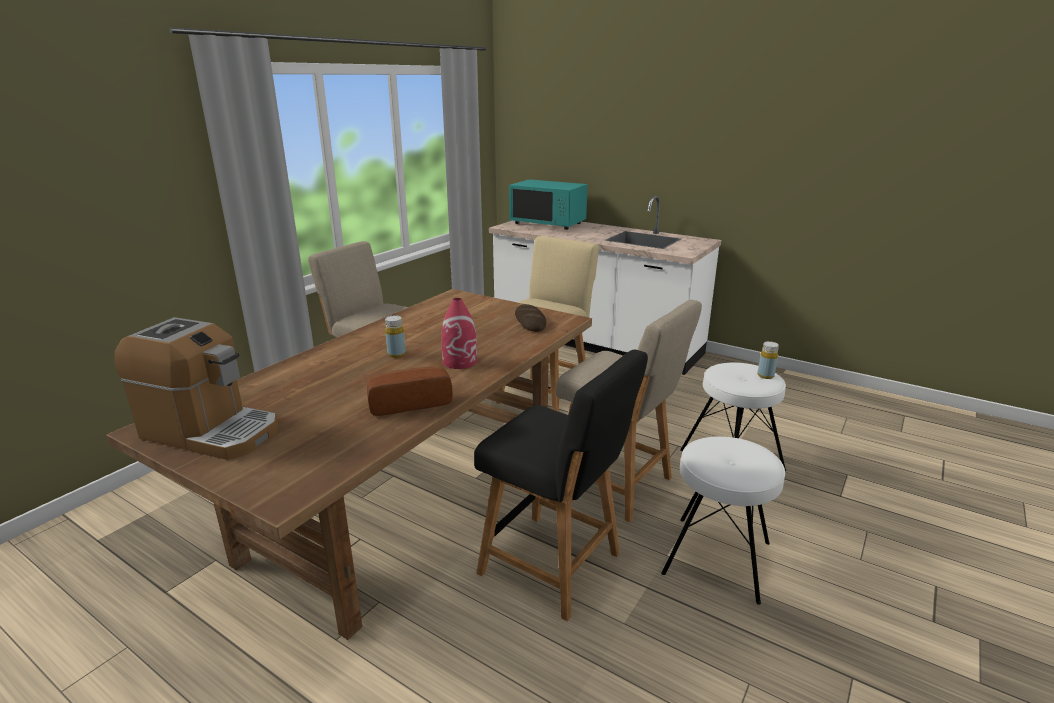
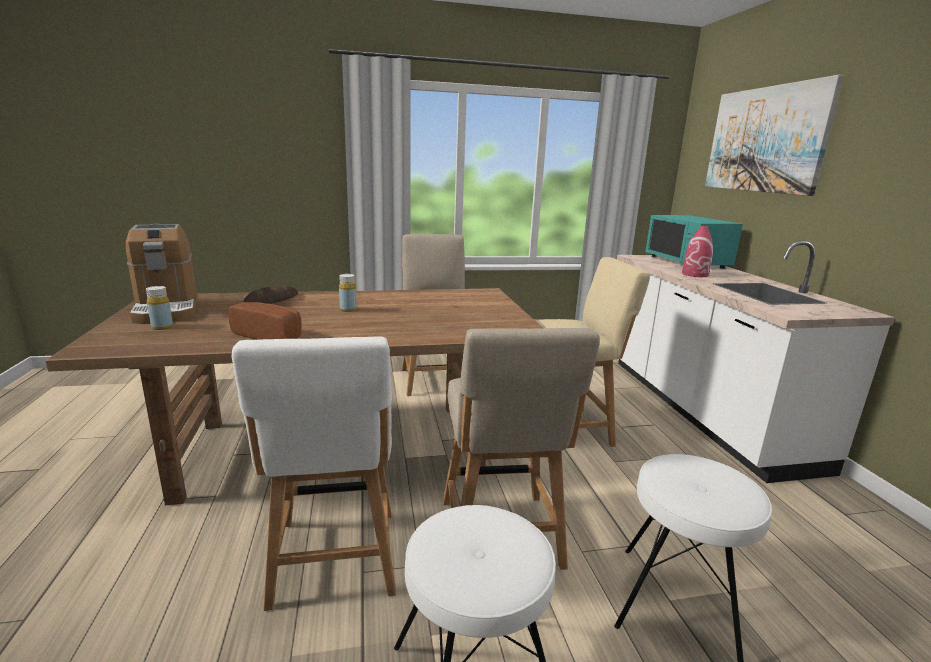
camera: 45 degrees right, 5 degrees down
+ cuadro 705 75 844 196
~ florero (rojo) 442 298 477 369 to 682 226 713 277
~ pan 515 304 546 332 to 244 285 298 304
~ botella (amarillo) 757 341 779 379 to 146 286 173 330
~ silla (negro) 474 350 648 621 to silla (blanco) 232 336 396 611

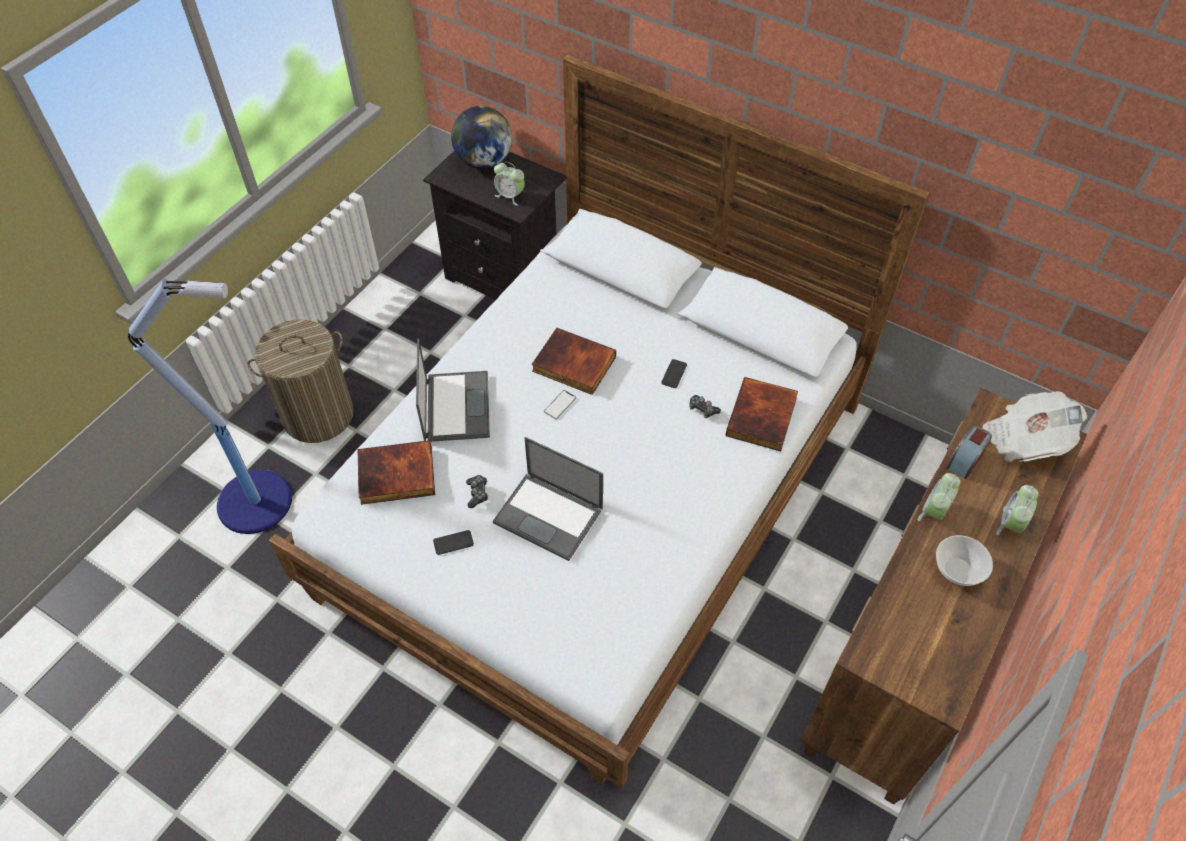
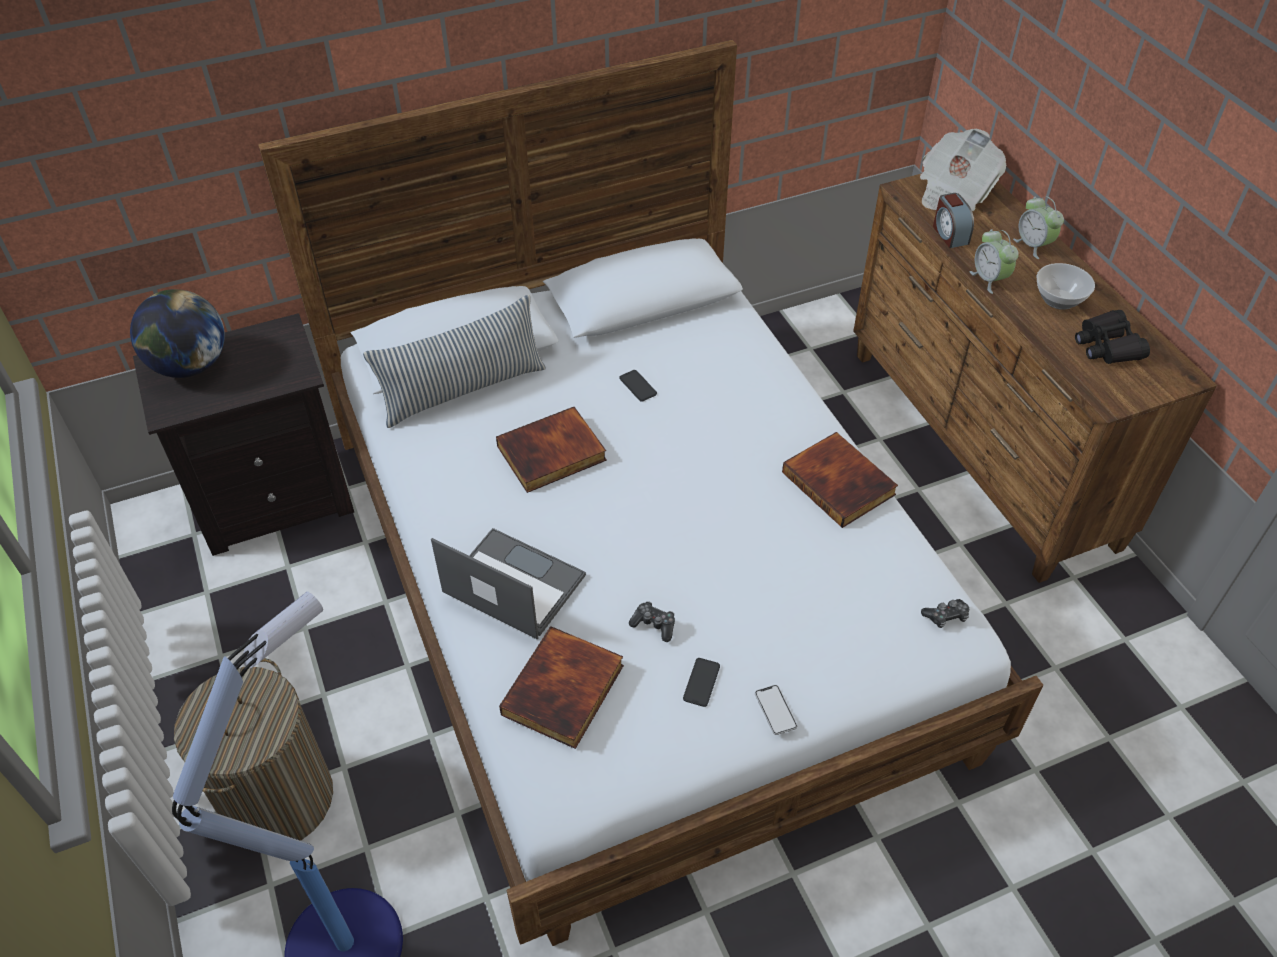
camera: 55 degrees left, 5 degrees down
- portátil 493 437 603 561
- despertador 494 162 525 206
+ cojín 363 295 546 428
+ prismáticos (negro) 1075 310 1150 364
~ móvil 544 390 576 419 to 755 685 797 735
~ mando de consola 689 395 721 418 to 921 599 969 628
~ libro 726 377 798 451 to 782 432 898 528

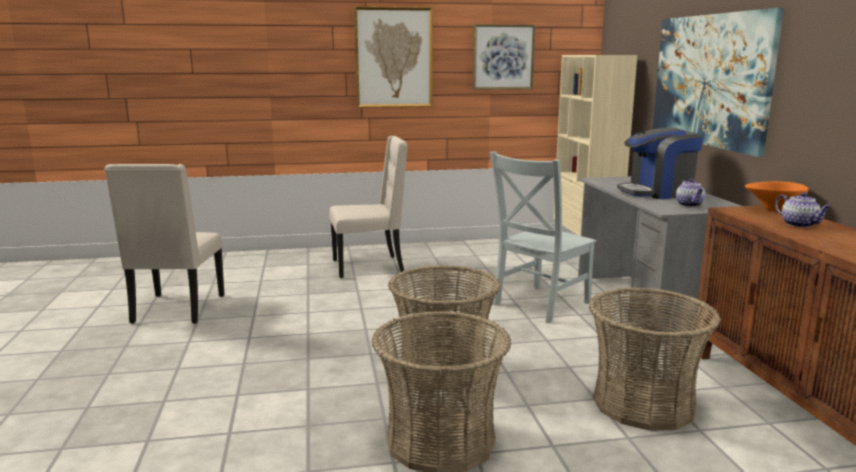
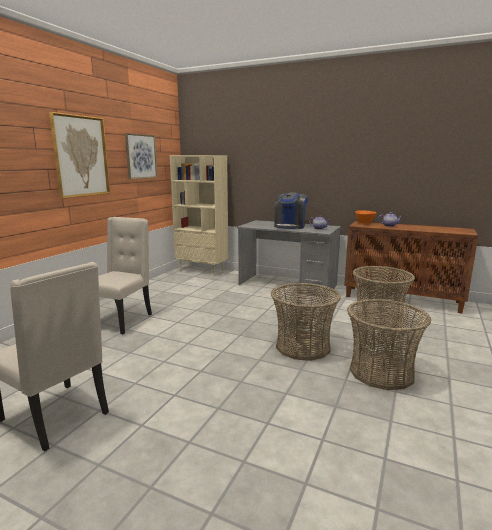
camera: 55 degrees left, 0 degrees up
- silla (gris) 490 152 596 323
- cuadro 653 8 784 157

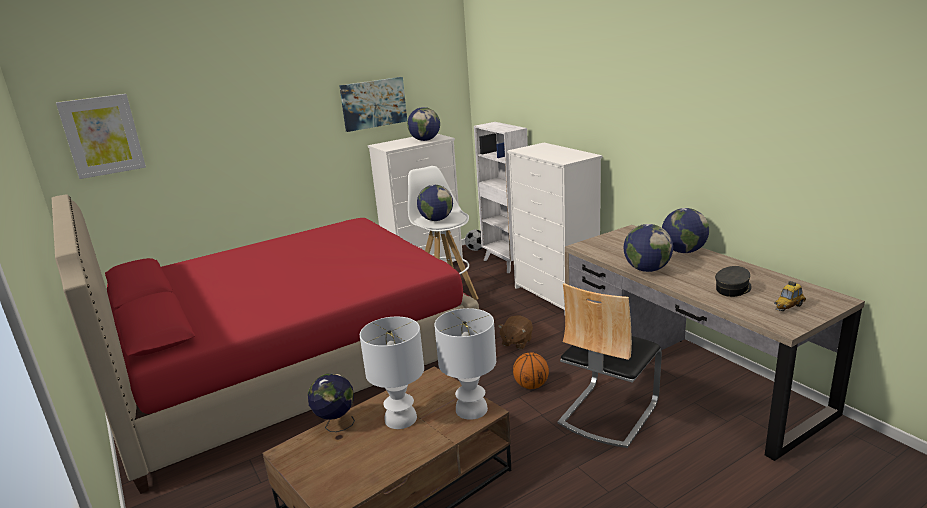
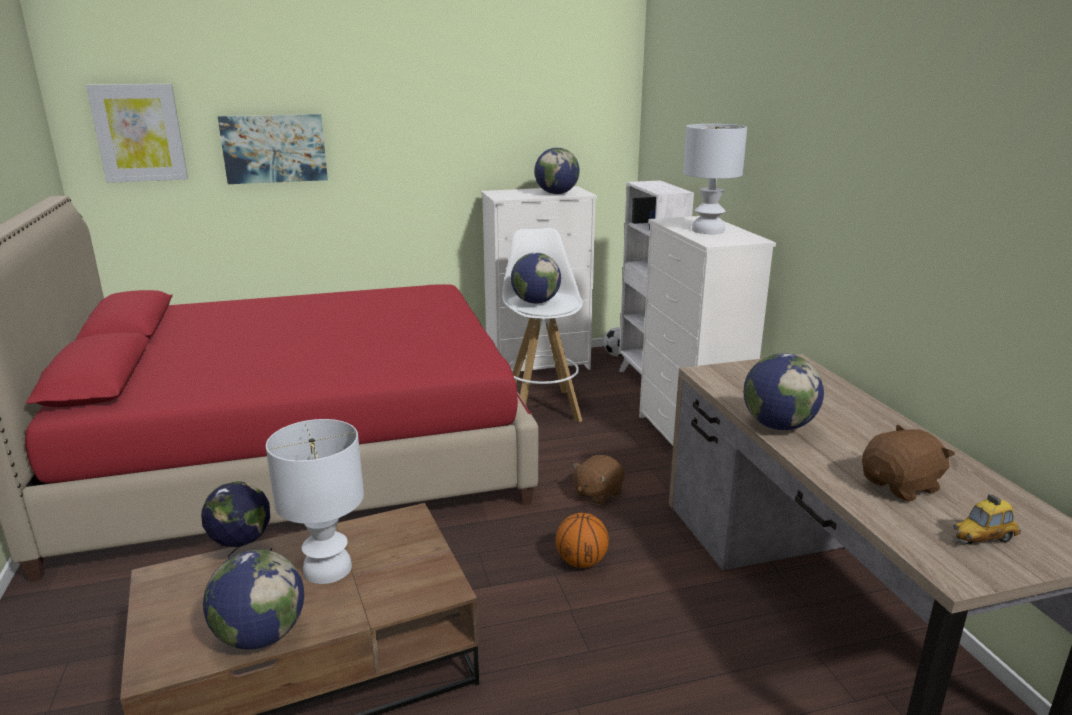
camera: 15 degrees right, 0 degrees up
- silla 558 283 662 448
~ cuadro 339 77 407 132 to 218 114 328 184
~ lámpara de mesa (blanco) 434 308 496 420 to 683 124 747 234
~ globo terráqueo 662 208 709 253 to 203 549 304 649
~ gorra (gris) 715 266 752 297 to peluche (marrón) 862 424 955 502

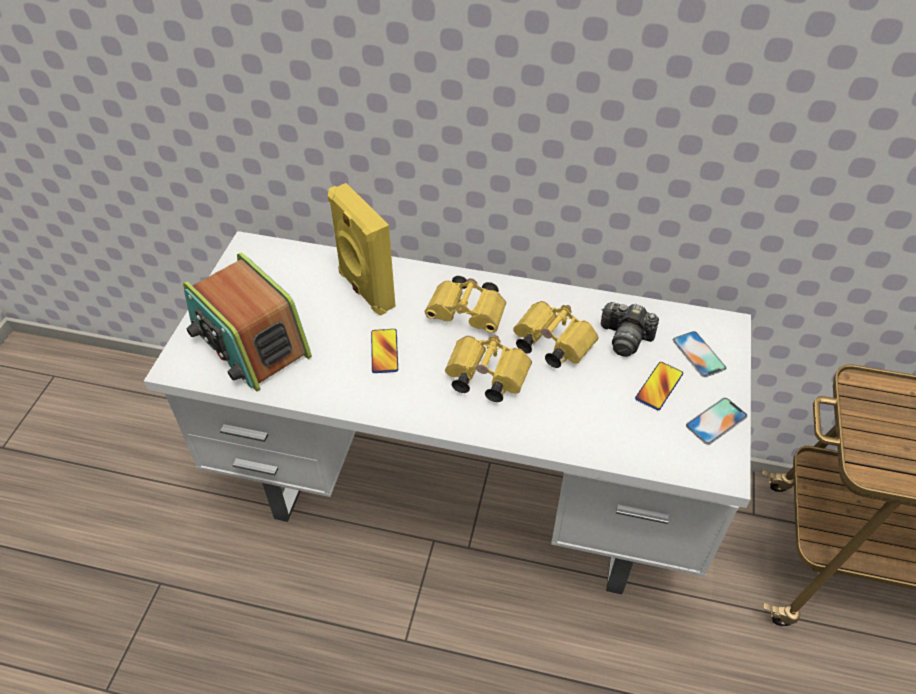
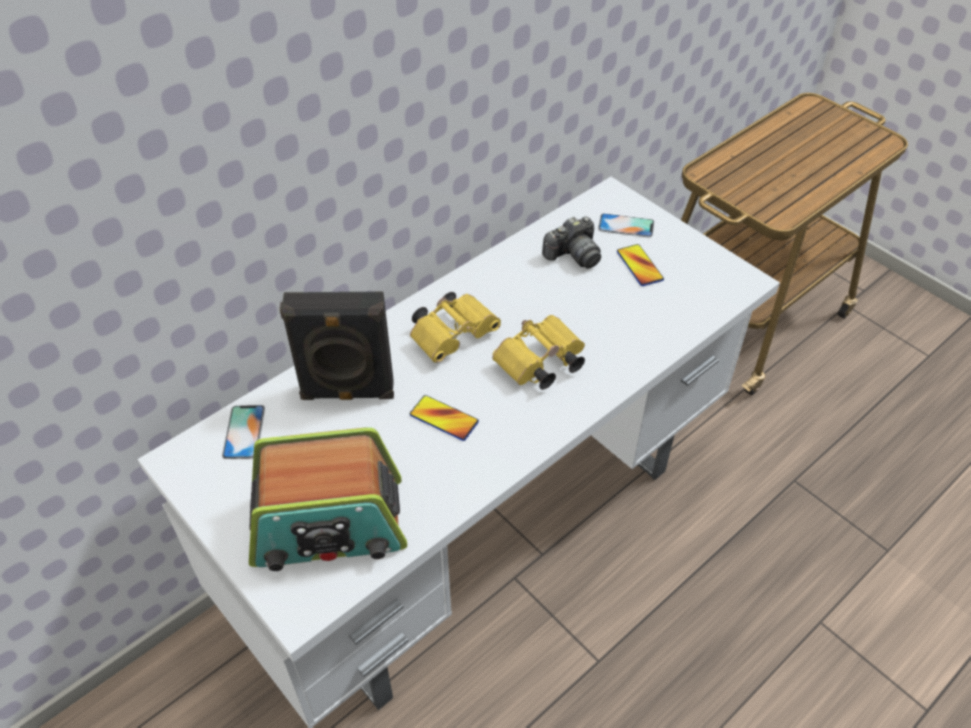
camera: 55 degrees left, 0 degrees up
- prismáticos (amarillo) 513 301 598 368
~ móvil 686 398 748 445 to 222 405 265 459
~ altavoz (amarillo) 328 183 396 316 to altavoz (negro) 279 291 394 400

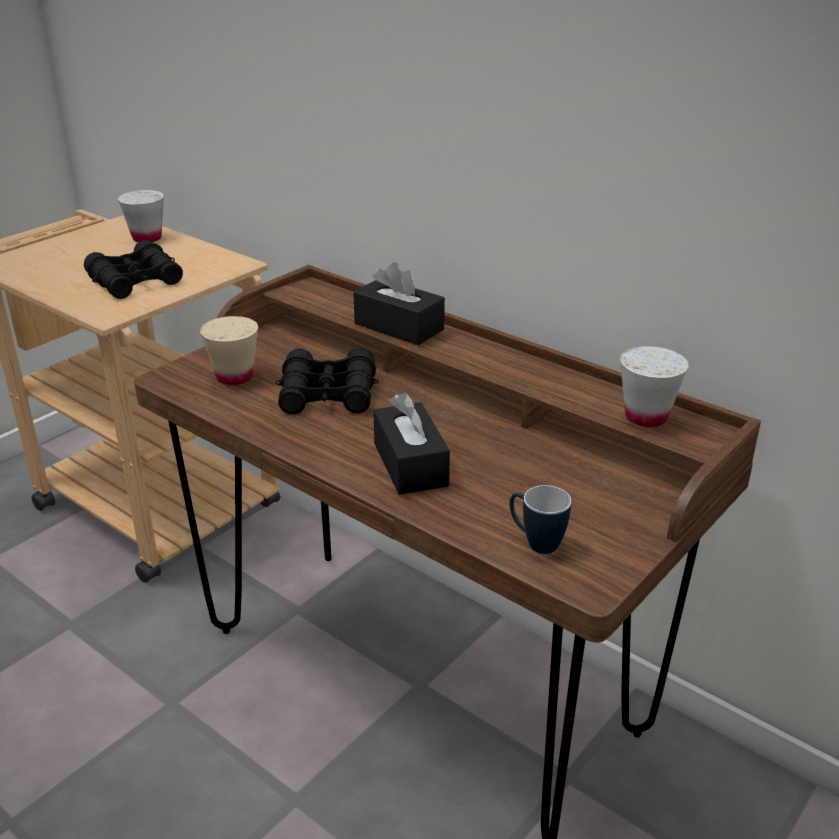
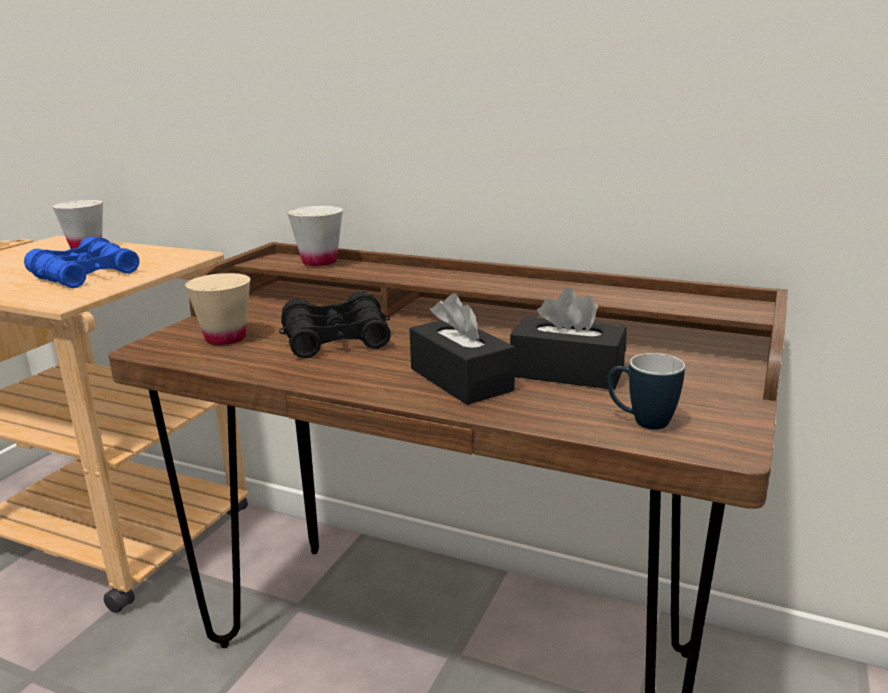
camera: 15 degrees left, 10 degrees down
~ caja de pañuelos (negro) 353 262 445 345 to 510 288 627 390
~ taza (blanco) 620 346 689 427 to 288 206 343 266
~ prismáticos (negro) 84 240 183 299 to prismáticos (azul) 24 237 139 288

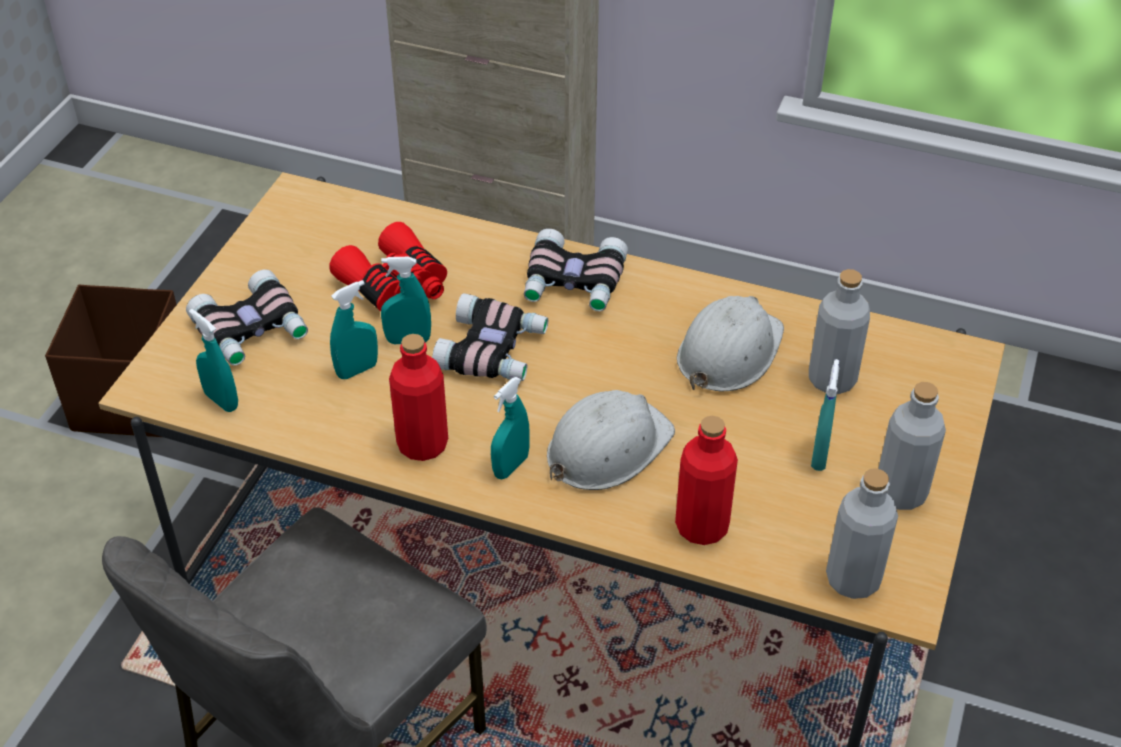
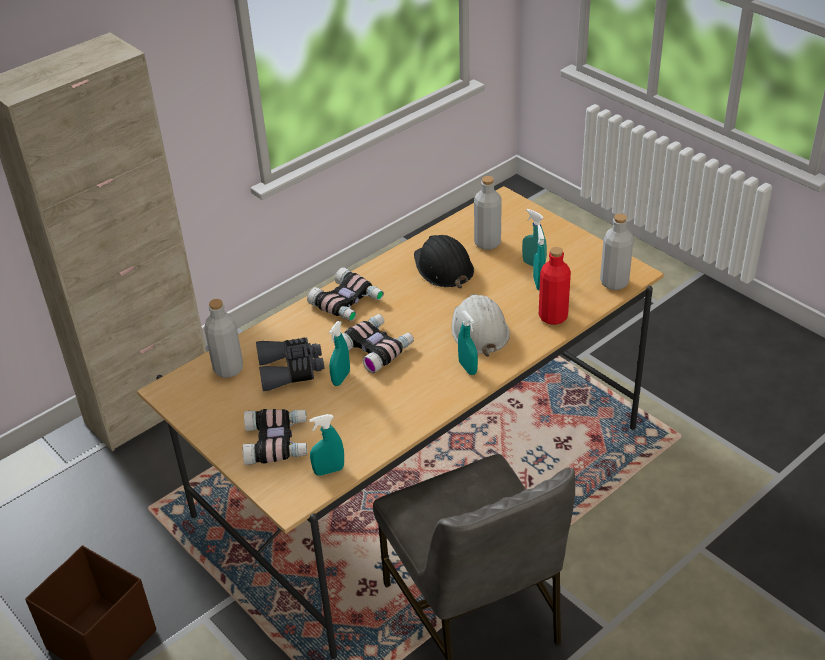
camera: 60 degrees left, 5 degrees down
- botella (rojo) 389 334 448 461
~ pulverizador (turquesa) 330 280 378 379 to 533 225 545 291
~ botella (gris) 878 382 946 510 to 204 299 243 378
~ prismáticos (rojo) 329 222 447 311 to prismáticos (gris) 256 337 325 391
~ casco (blanco) 677 296 784 391 to casco (negro) 414 235 474 289

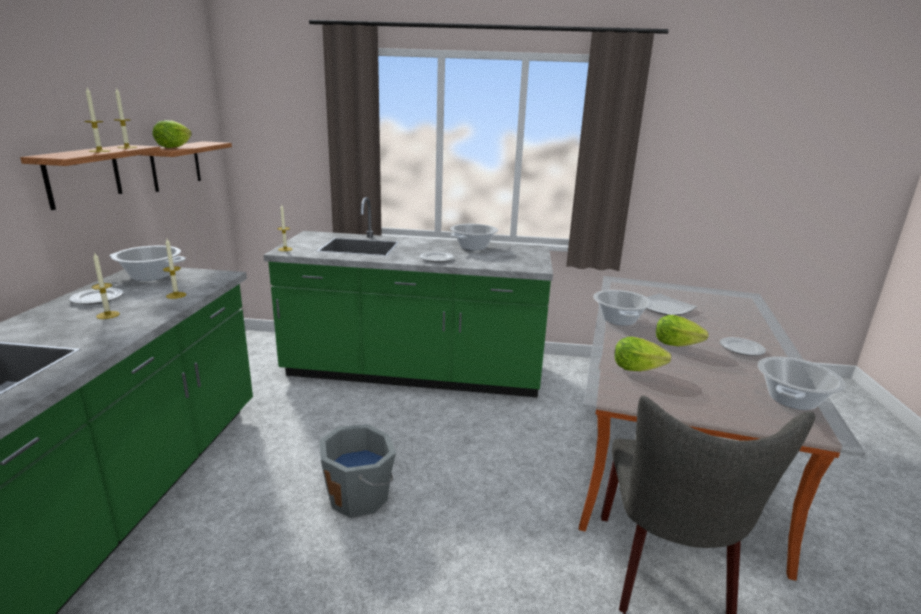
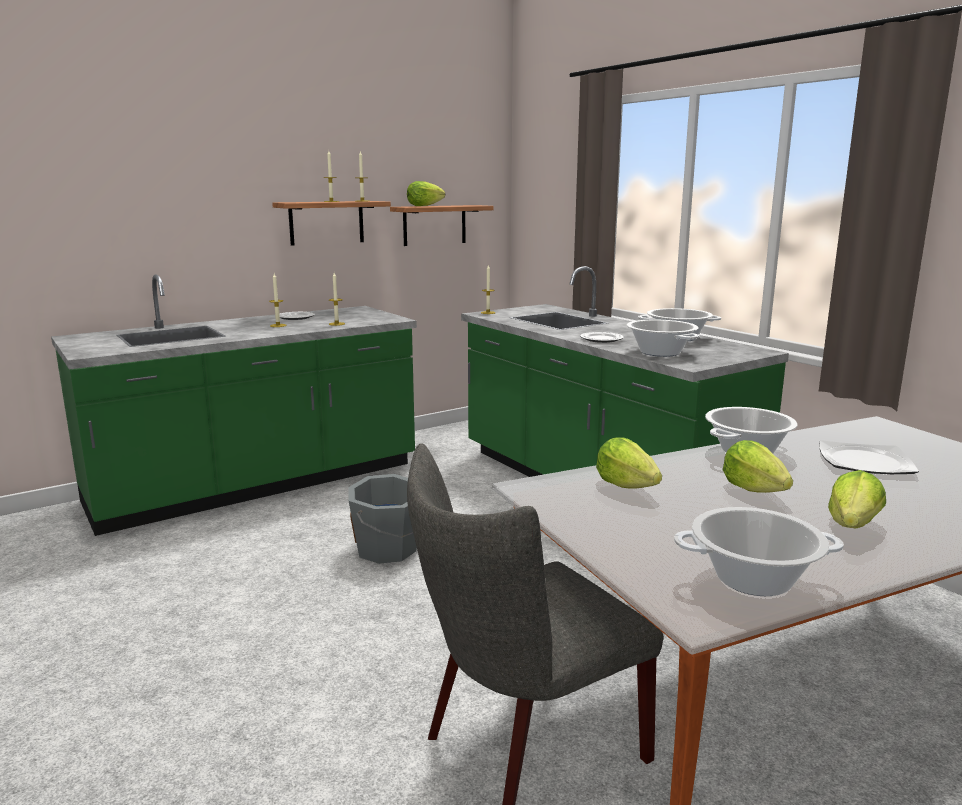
camera: 50 degrees right, 5 degrees down
~ olla 110 246 186 281 to 626 320 699 357
~ plato 720 337 766 356 to lechuga 828 470 886 528

